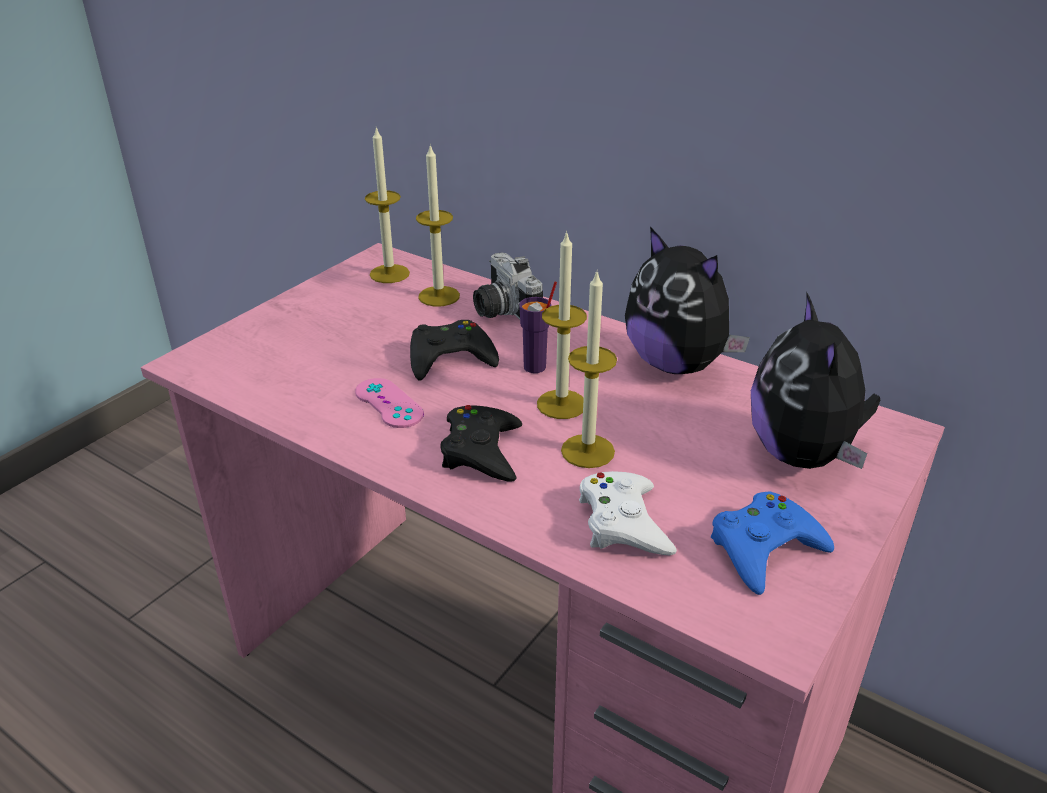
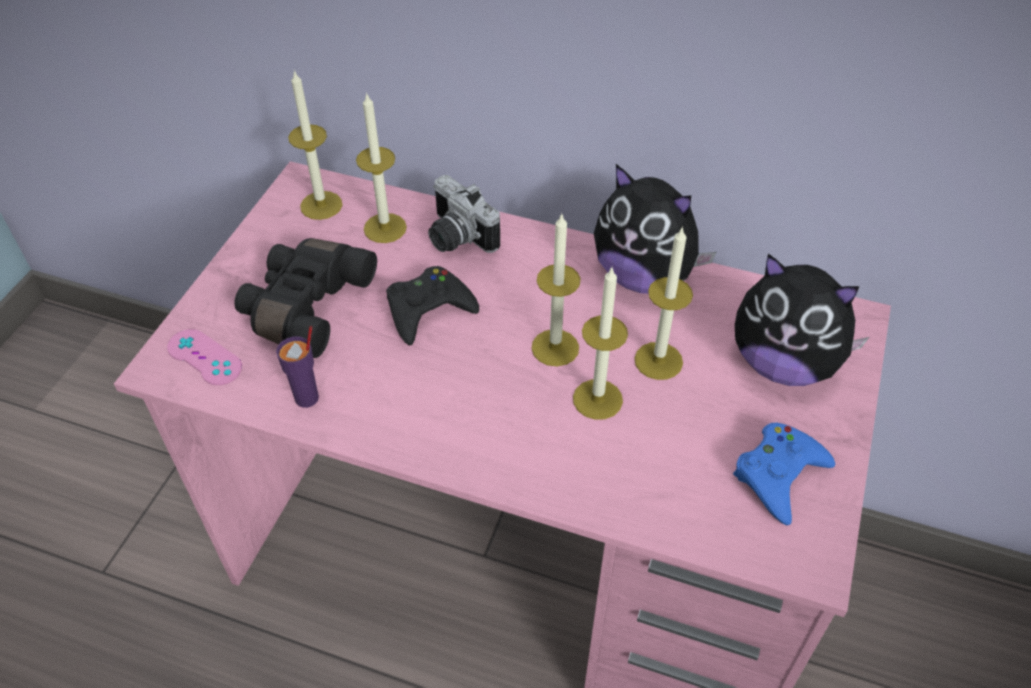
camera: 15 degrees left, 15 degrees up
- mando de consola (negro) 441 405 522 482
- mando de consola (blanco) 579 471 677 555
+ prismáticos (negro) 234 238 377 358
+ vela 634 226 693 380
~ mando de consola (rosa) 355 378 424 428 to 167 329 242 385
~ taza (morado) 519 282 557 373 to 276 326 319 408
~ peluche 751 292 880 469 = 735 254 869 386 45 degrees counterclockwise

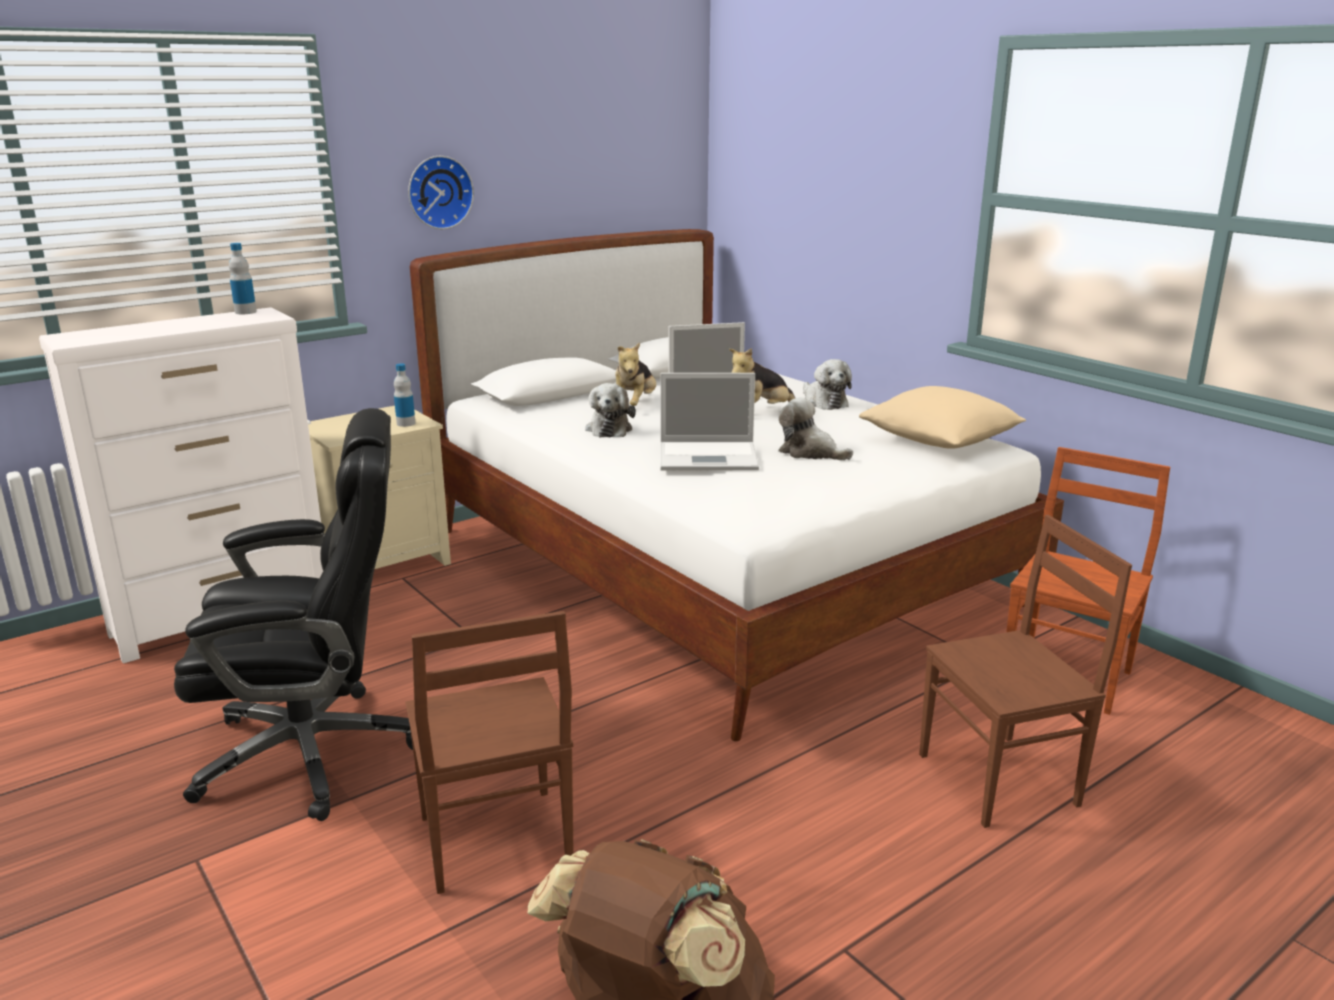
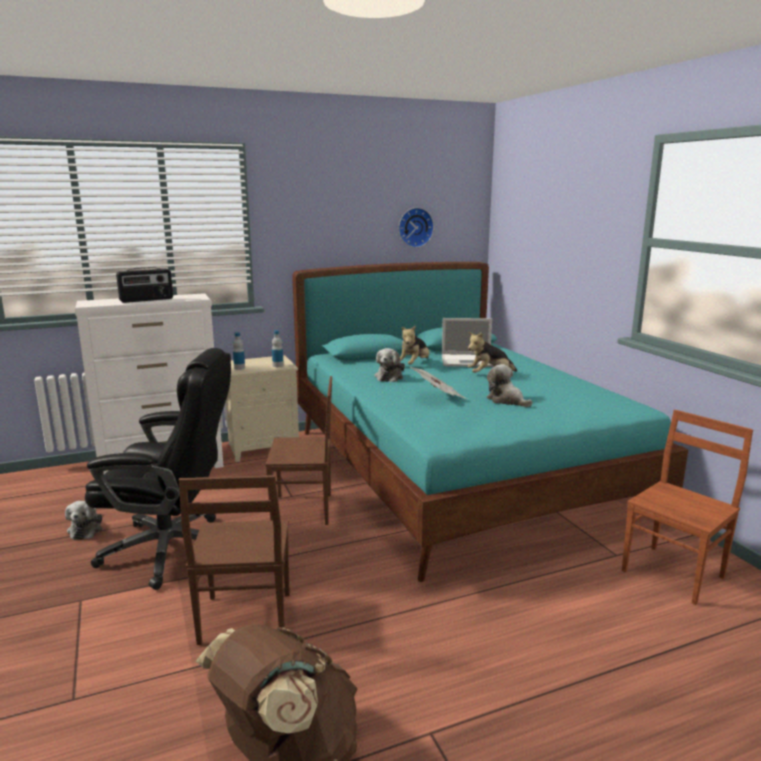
camera: 15 degrees right, 5 degrees down
- cojín (beis) 859 386 1026 449
+ radio 116 267 173 303
~ botella 229 243 257 314 to 233 332 245 370
~ reloj de pared 408 156 474 229 to 399 208 434 248
~ peluche 803 359 852 410 to 65 501 102 540
~ silla (marrón) 919 515 1132 828 to 266 376 332 525
~ portátil 660 373 759 470 to periódico 410 367 467 399
~ cama (blanco) 410 229 1064 741 to cama (turquesa) 292 262 688 582

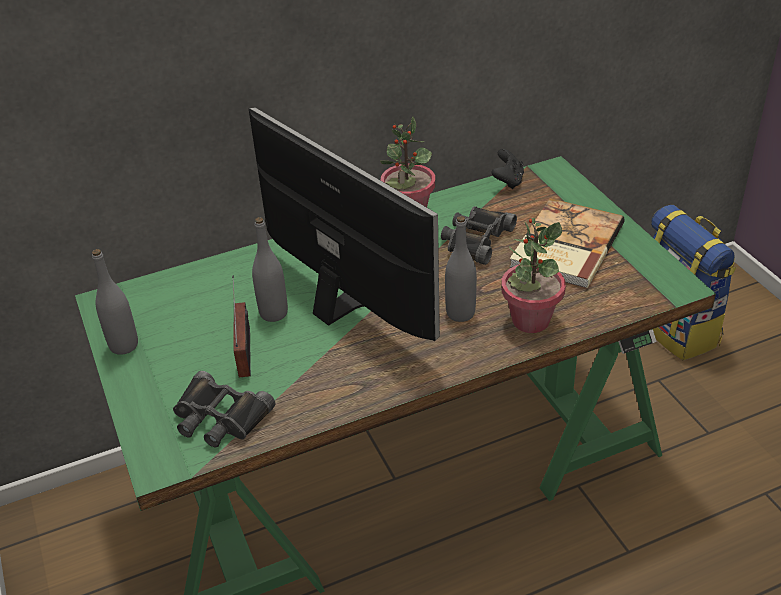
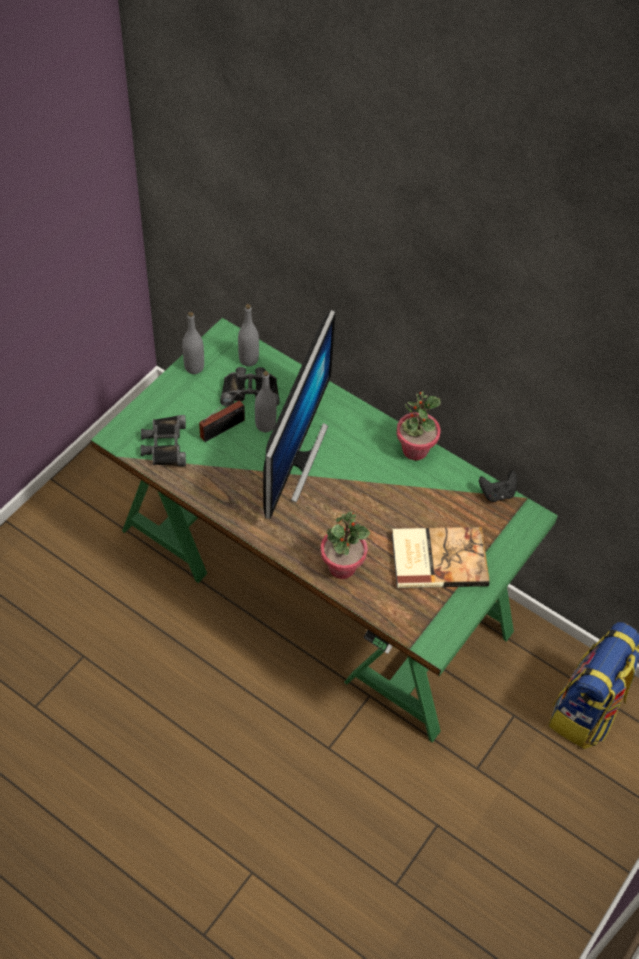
camera: 55 degrees right, 15 degrees up
~ prismáticos (negro) 441 206 517 265 to 220 367 280 406
~ botella (gris) 445 216 477 322 to 238 304 259 366

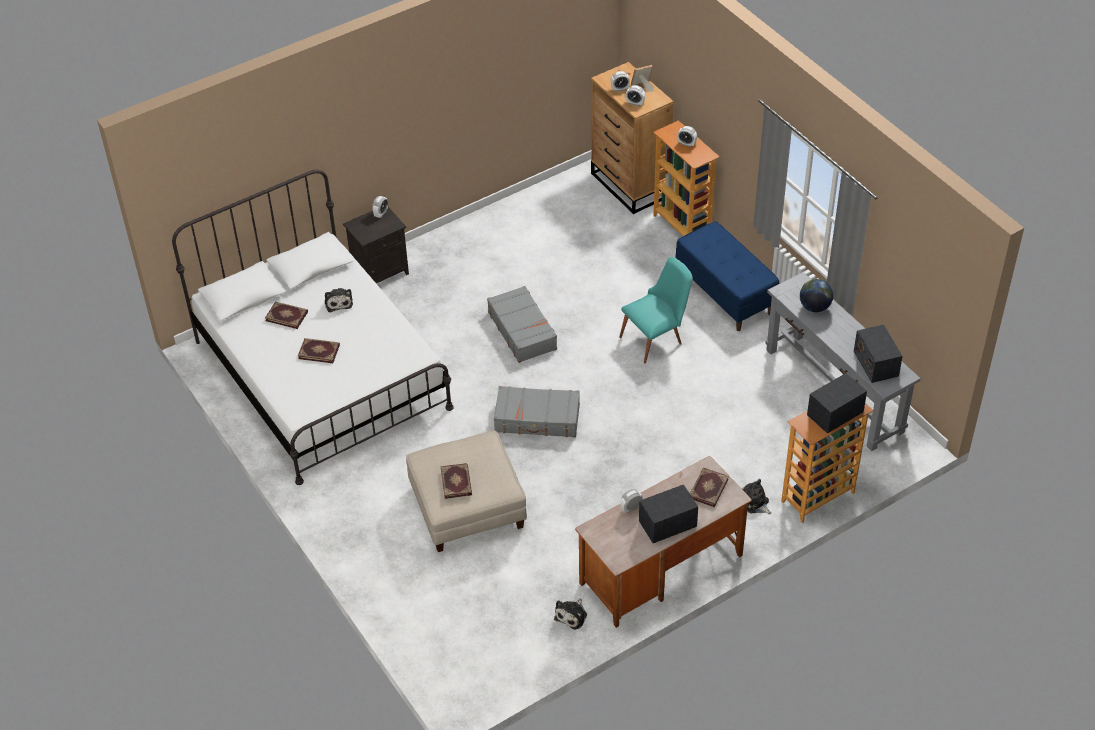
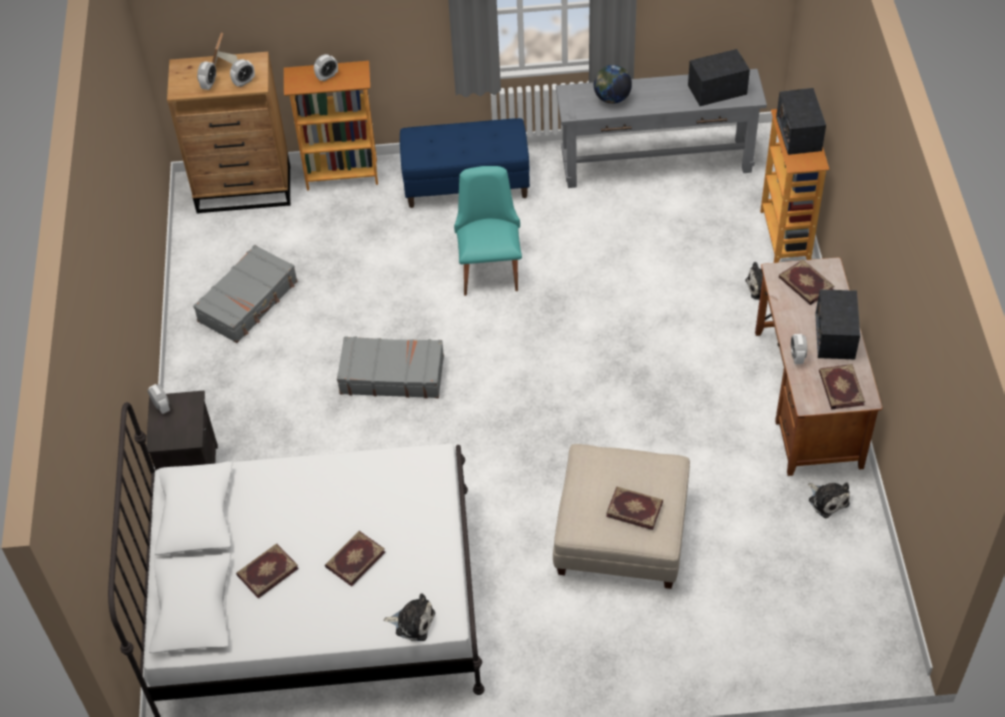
camera: 60 degrees left, 5 degrees up
+ libro 819 364 865 409
~ peluche 325 288 353 312 to 383 593 435 641
~ maleta (gris) 494 386 580 437 to 193 245 297 343
~ radio 854 324 903 383 = 688 49 750 106 150 degrees clockwise

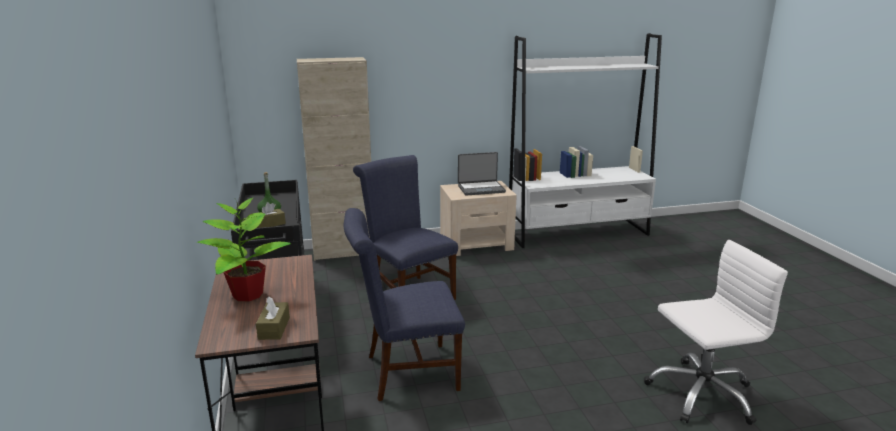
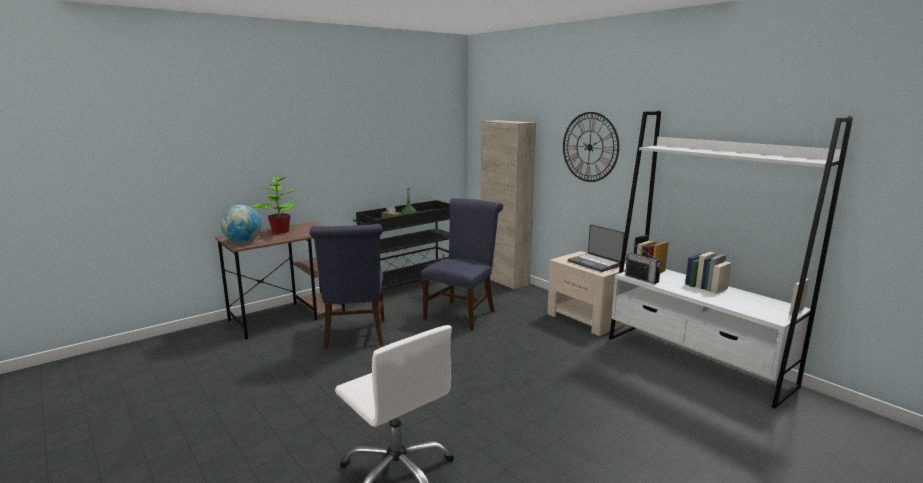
camera: 65 degrees right, 5 degrees down
+ reloj de pared 563 112 619 182
+ radio 625 245 662 284
~ caja de pañuelos (marrón) 256 296 290 340 to globo terráqueo 221 205 262 243
~ silla (azul) 344 208 465 401 = 309 224 385 349 150 degrees counterclockwise

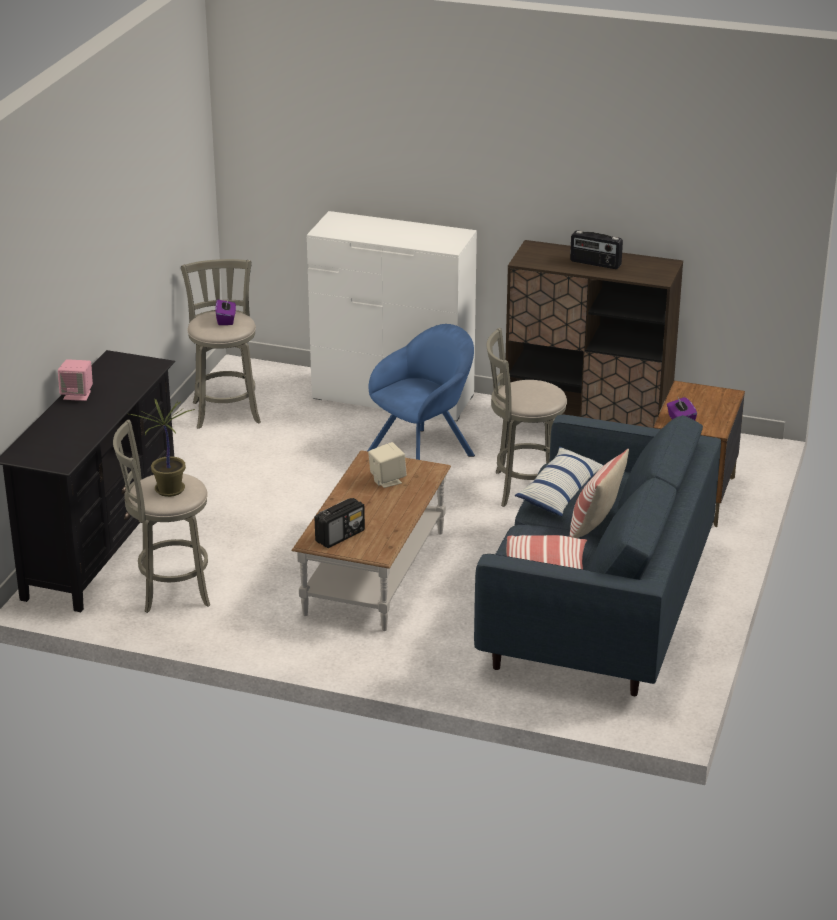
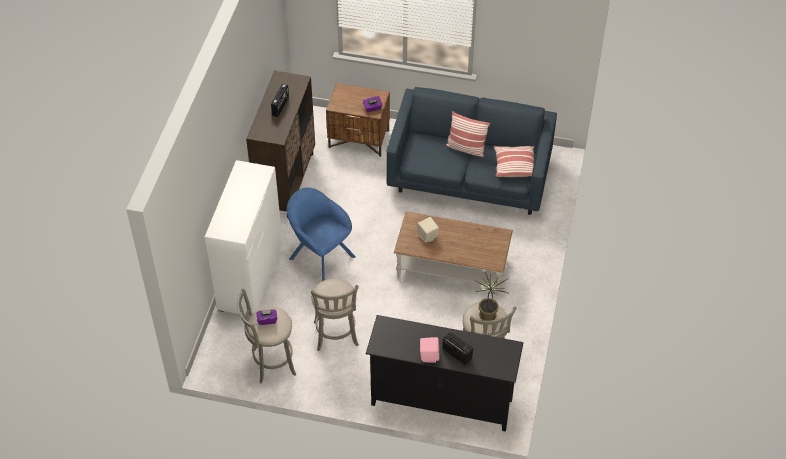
camera: 95 degrees left, 20 degrees up
- cojín 515 446 604 516
~ radio 315 498 365 548 to 442 332 473 365
~ taburete (gris) 486 328 567 507 to 311 278 359 351

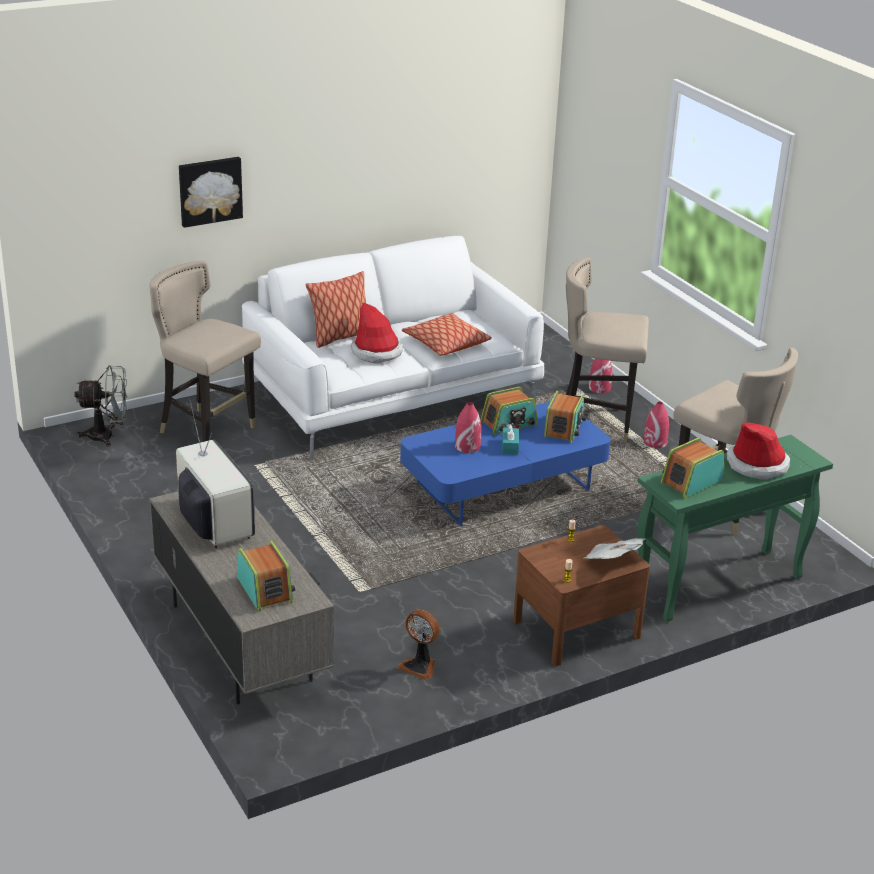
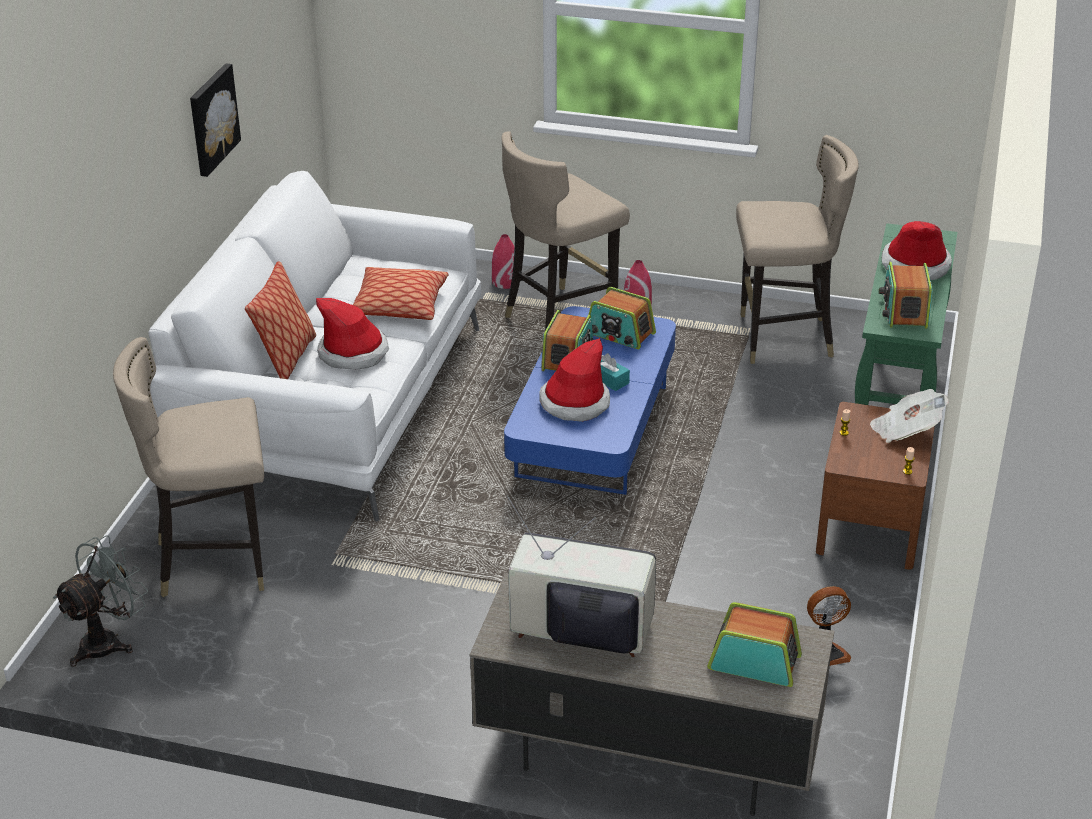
camera: 45 degrees left, 5 degrees up
~ cuadro 179 157 243 228 to 190 63 241 177
~ florero (rojo) 455 402 481 453 to sombrero 539 338 610 422
~ radio 544 391 586 443 = 589 287 656 349 150 degrees clockwise

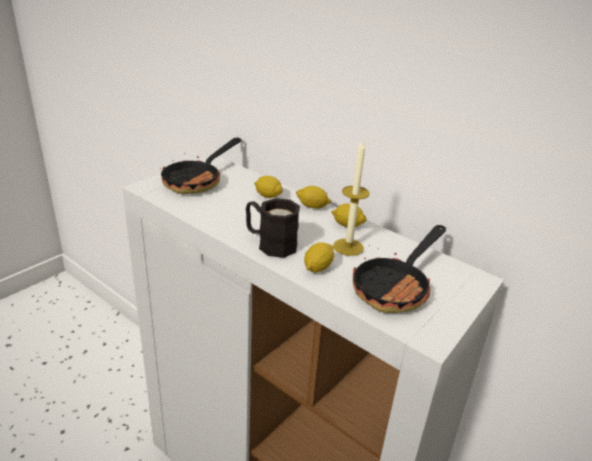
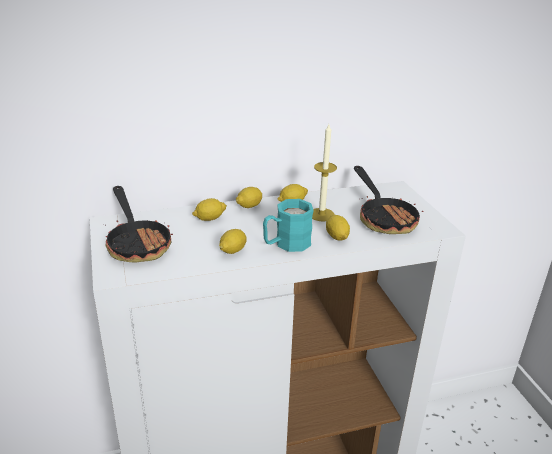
camera: 55 degrees left, 0 degrees up
+ limón 219 229 247 254
~ taza grande (negro) 246 198 300 258 to taza grande (turquesa) 263 199 314 252

